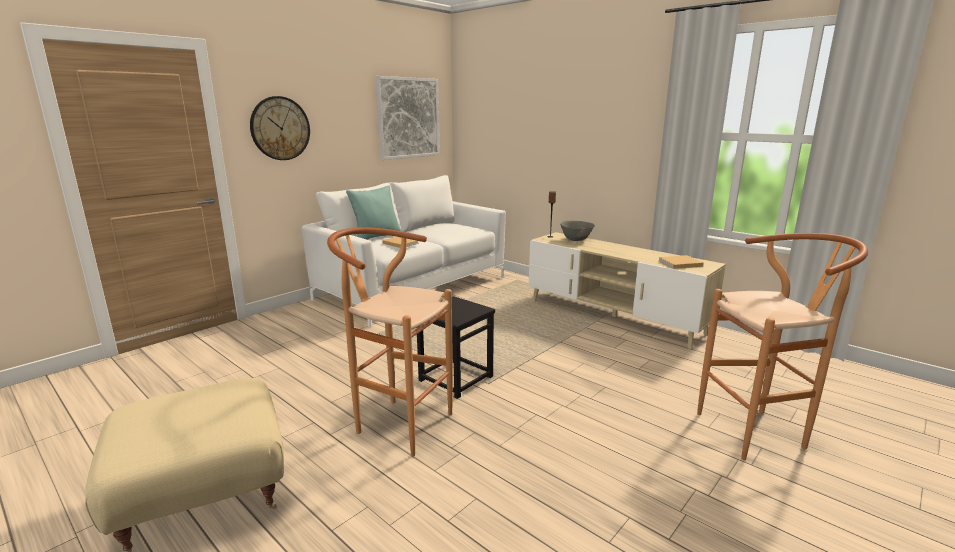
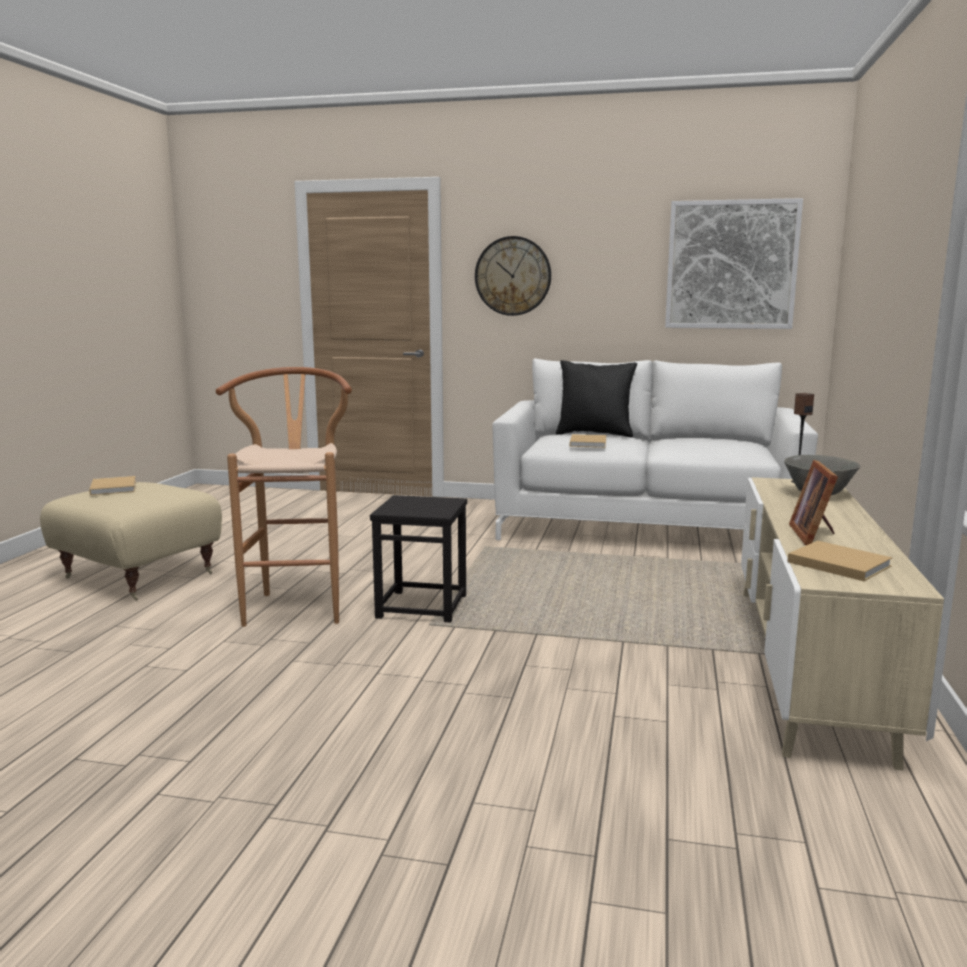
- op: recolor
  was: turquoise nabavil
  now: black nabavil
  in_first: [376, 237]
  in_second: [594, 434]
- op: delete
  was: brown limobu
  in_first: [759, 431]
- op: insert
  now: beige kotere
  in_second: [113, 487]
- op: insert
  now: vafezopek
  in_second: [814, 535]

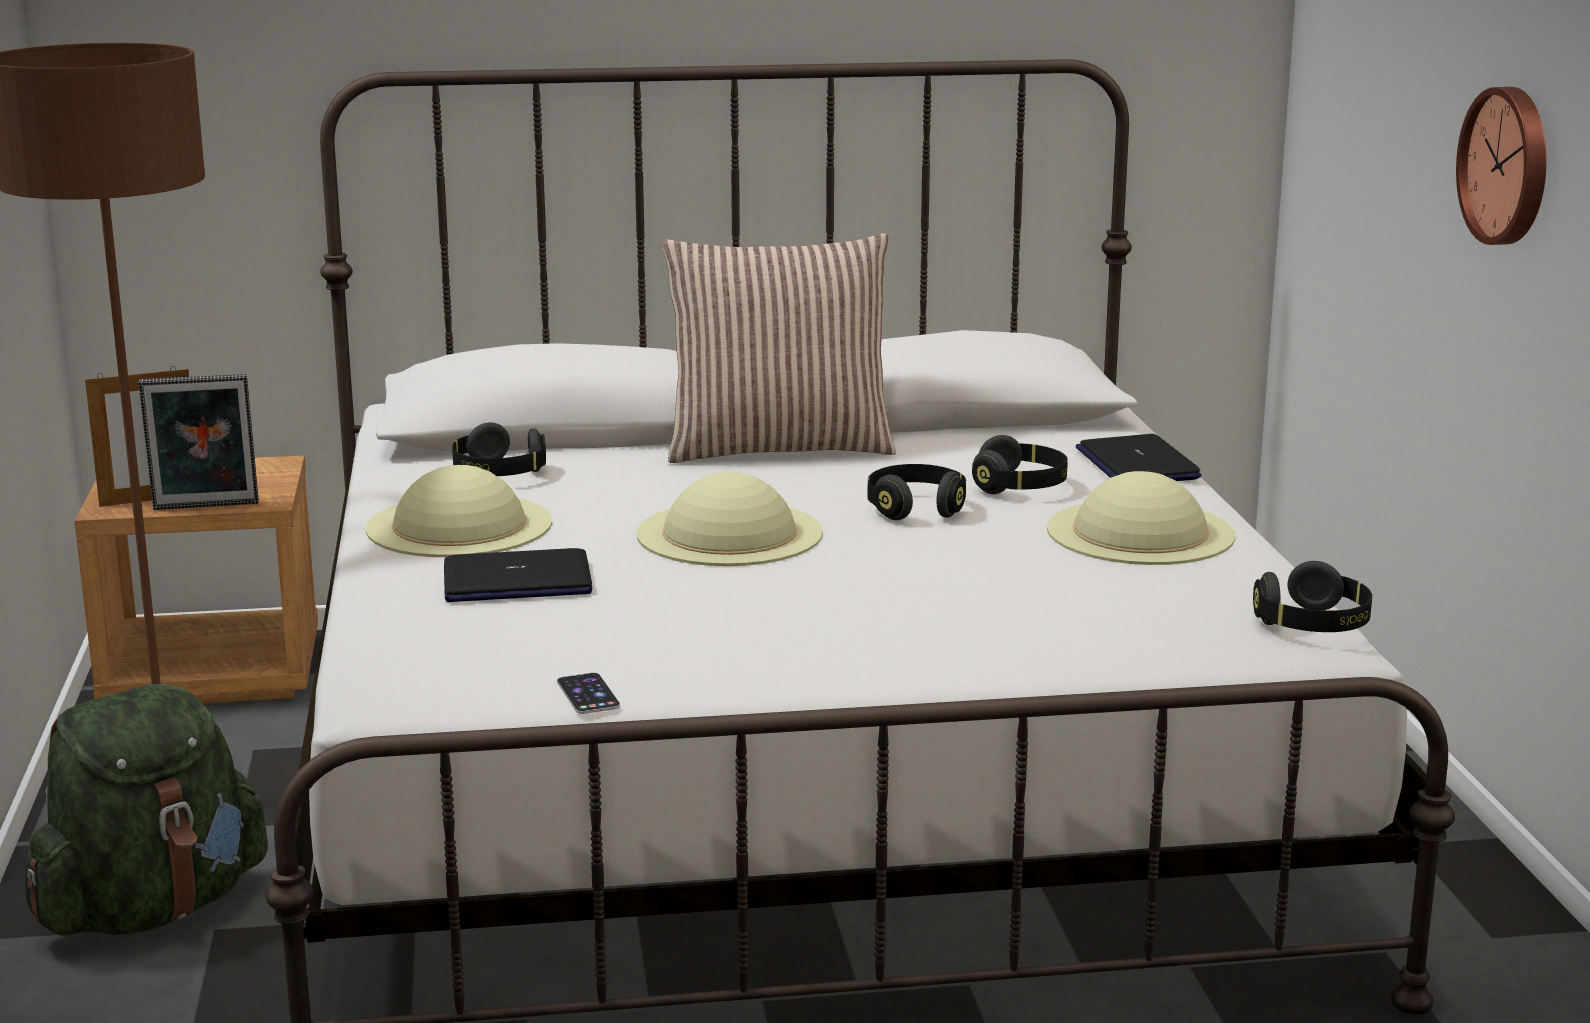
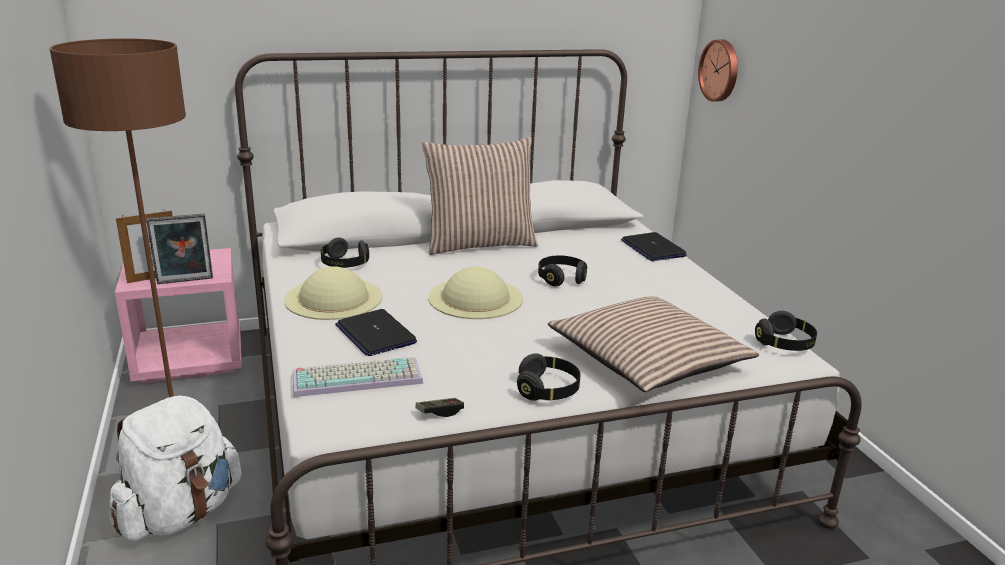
- op: recolor
  was: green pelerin
  now: white pelerin
  in_first: [153, 909]
  in_second: [181, 513]
- op: recolor
  was: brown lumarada
  now: pink lumarada
  in_first: [214, 672]
  in_second: [190, 359]
- op: rotate
  was: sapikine
  in_first: [516, 581]
  in_second: [375, 334]
  clockwise: 75
- op: replace
  was: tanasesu
  now: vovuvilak
  in_first: [588, 694]
  in_second: [439, 412]
- op: move
  was: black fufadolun
  in_first: [1020, 487]
  in_second: [548, 390]
- op: delete
  was: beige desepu
  in_first: [1140, 532]
- op: move
  was: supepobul
  in_first: [1509, 166]
  in_second: [720, 70]
- op: insert
  now: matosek
  in_second: [359, 377]
- op: insert
  now: nabavil
  in_second: [648, 359]

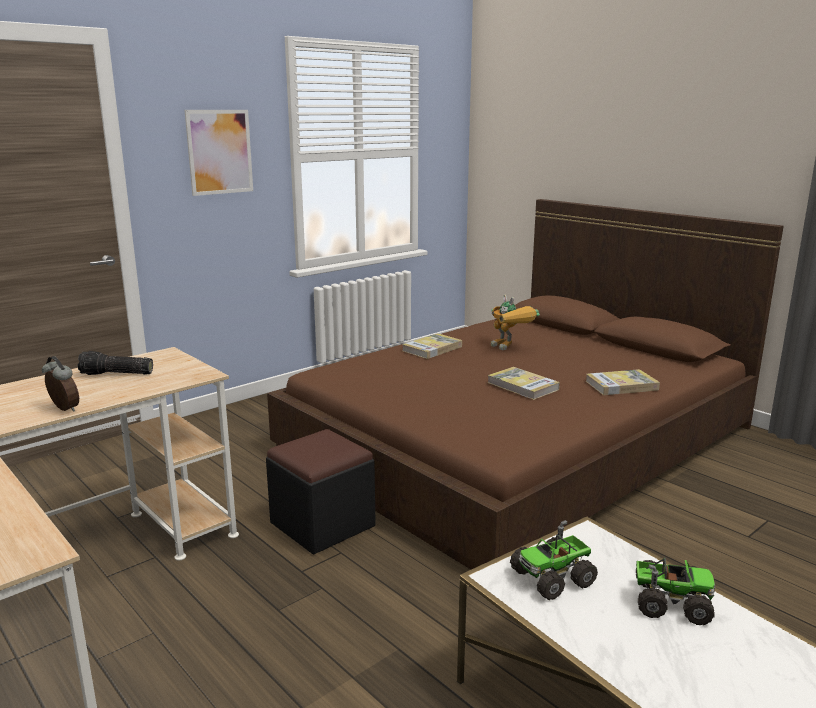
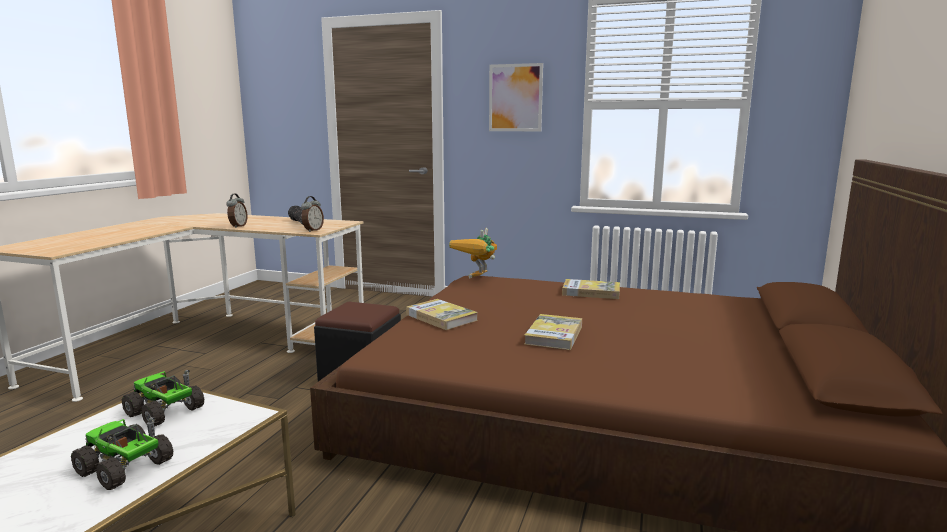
- op: move
  was: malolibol
  in_first: [510, 348]
  in_second: [478, 279]
- op: move
  was: kotere
  in_first: [621, 385]
  in_second: [441, 317]
- op: rotate
  was: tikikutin
  in_first: [669, 602]
  in_second: [125, 468]
  clockwise: 135
- op: insert
  now: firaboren
  in_second: [312, 230]

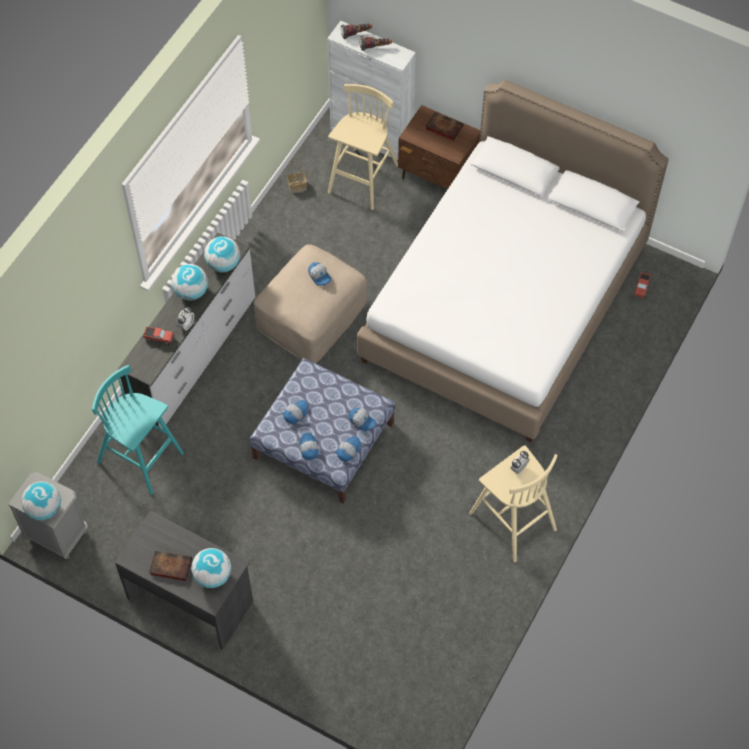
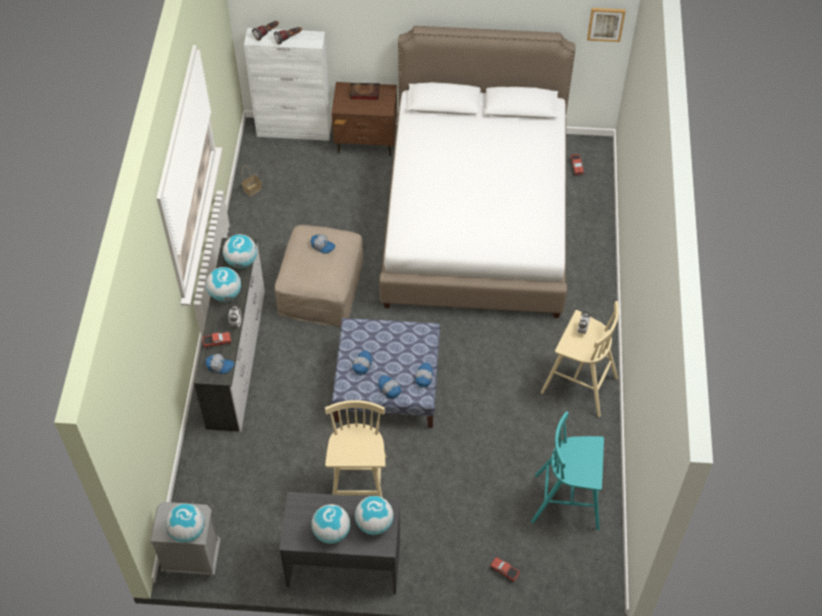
- op: move
  was: turquoise limobu
  in_first: [142, 458]
  in_second: [568, 502]
- op: replace
  was: kotere
  now: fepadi
  in_first: [169, 567]
  in_second: [331, 532]
- op: move
  was: beige limobu
  in_first: [362, 180]
  in_second: [359, 486]
- op: move
  was: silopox
  in_first: [362, 421]
  in_second: [220, 366]
- op: insert
  now: tikikutin
  in_second: [504, 571]
- op: insert
  now: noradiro
  in_second: [606, 24]

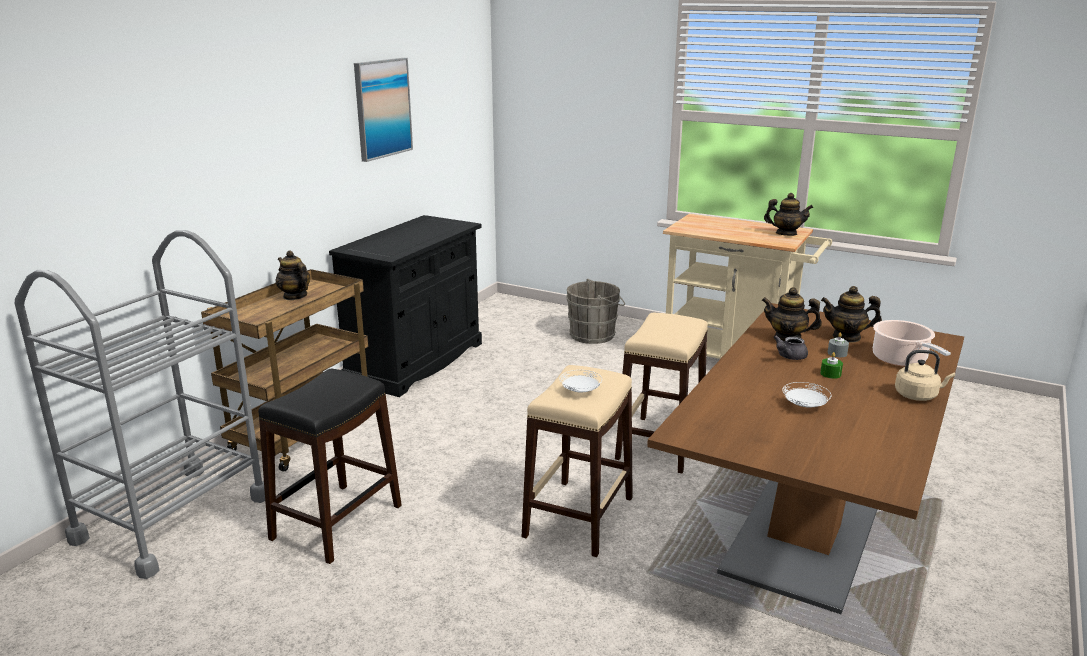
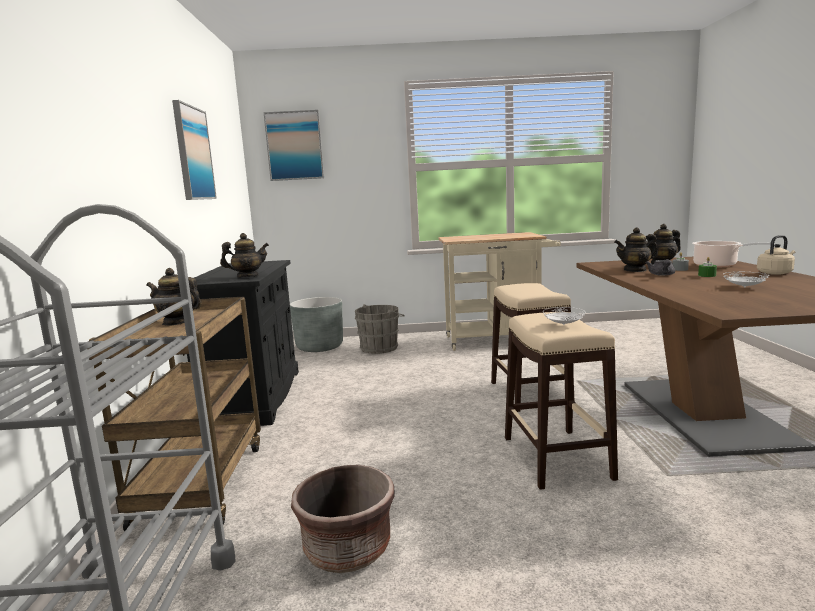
- op: replace
  was: black limobu
  now: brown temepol
  in_first: [336, 522]
  in_second: [347, 550]
- op: move
  was: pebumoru
  in_first: [786, 234]
  in_second: [247, 276]
- op: insert
  now: noradiro
  in_second: [294, 146]
- op: insert
  now: grey temepol
  in_second: [319, 347]

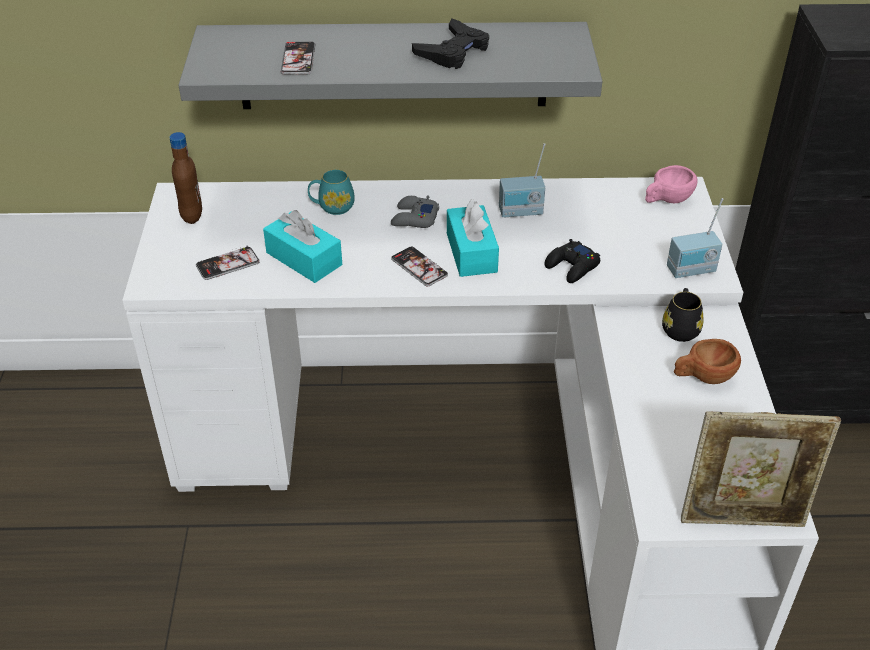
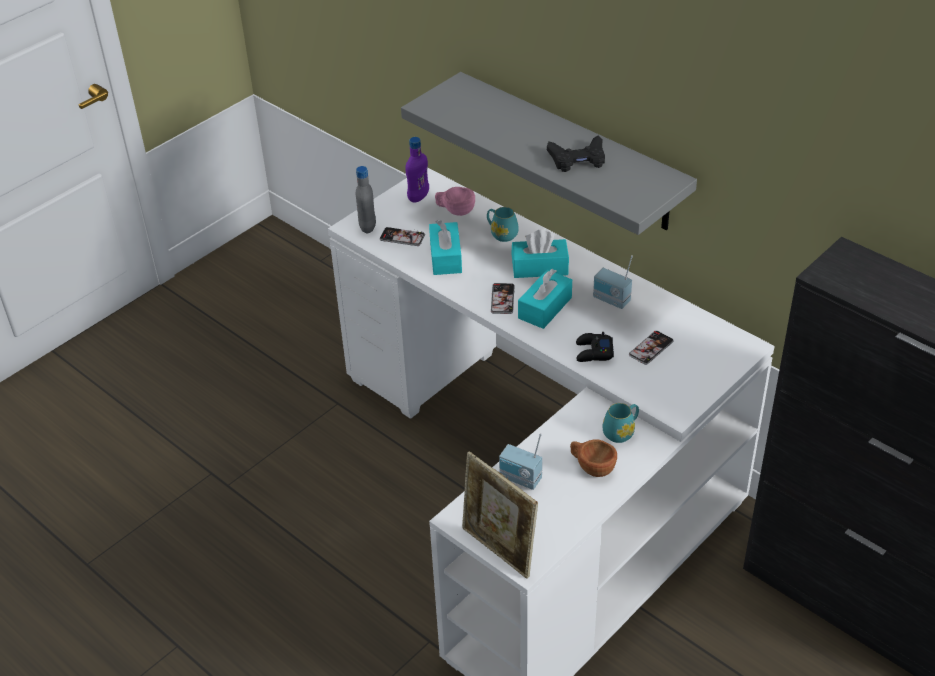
- op: recolor
  was: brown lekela
  now: purple lekela
  in_first: [192, 216]
  in_second: [418, 197]
- op: move
  was: tanasesu
  in_first: [298, 59]
  in_second: [651, 348]
- op: replace
  was: grey vovuvilak
  now: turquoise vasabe
  in_first: [414, 218]
  in_second: [540, 267]
- op: move
  was: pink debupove
  in_first: [666, 200]
  in_second: [455, 211]
- op: recolor
  was: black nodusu
  now: turquoise nodusu
  in_first: [680, 327]
  in_second: [621, 432]
- op: move
  was: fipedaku
  in_first: [692, 271]
  in_second: [520, 479]
- op: insert
  now: grey lekela
  in_second: [367, 227]

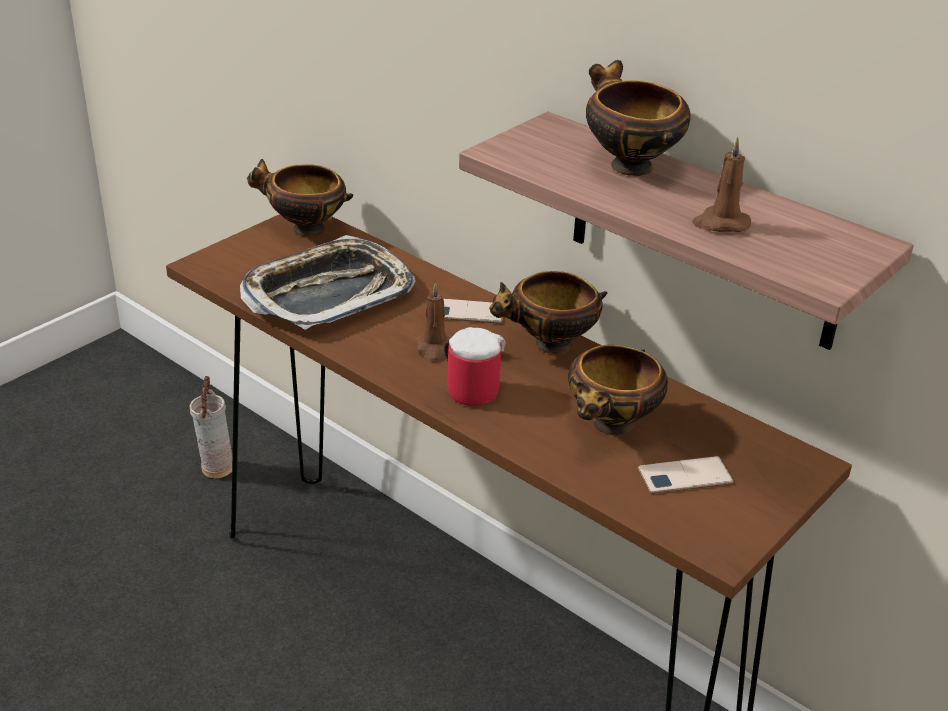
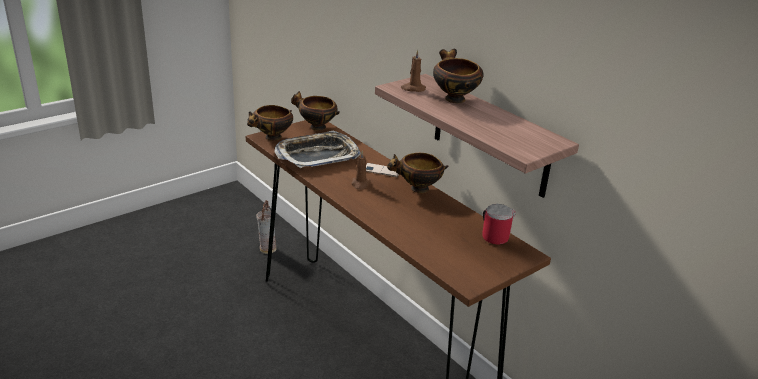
- op: move
  was: nodusu
  in_first: [469, 388]
  in_second: [493, 235]
- op: move
  was: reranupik
  in_first: [611, 426]
  in_second: [272, 138]
- op: delete
  was: tanasesu
  in_first: [685, 476]
- op: move
  was: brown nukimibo
  in_first: [720, 223]
  in_second: [413, 89]

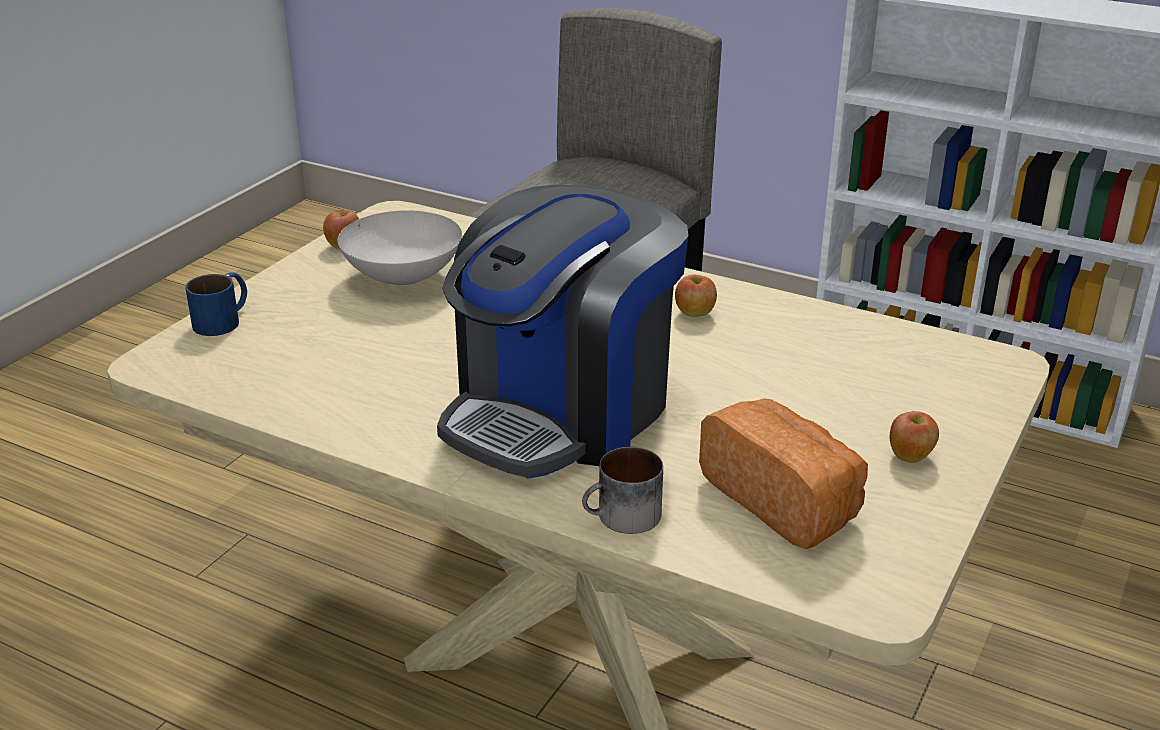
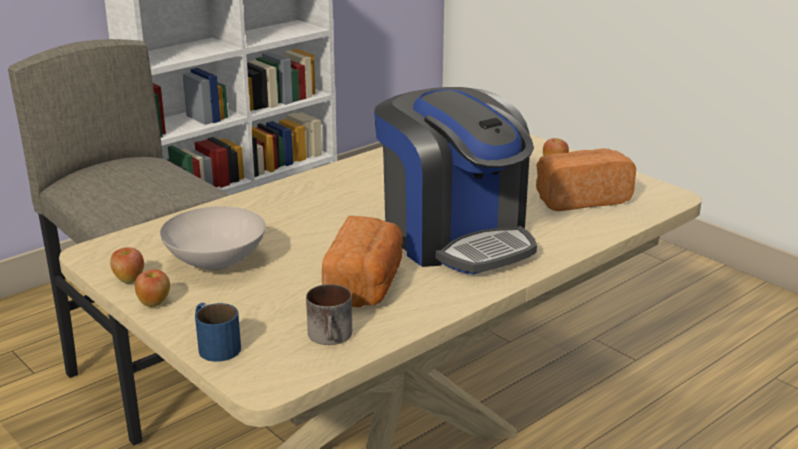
- op: move
  was: nodusu
  in_first: [623, 519]
  in_second: [332, 336]
- op: move
  was: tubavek
  in_first: [695, 314]
  in_second: [154, 303]
- op: insert
  now: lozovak
  in_second: [365, 286]

